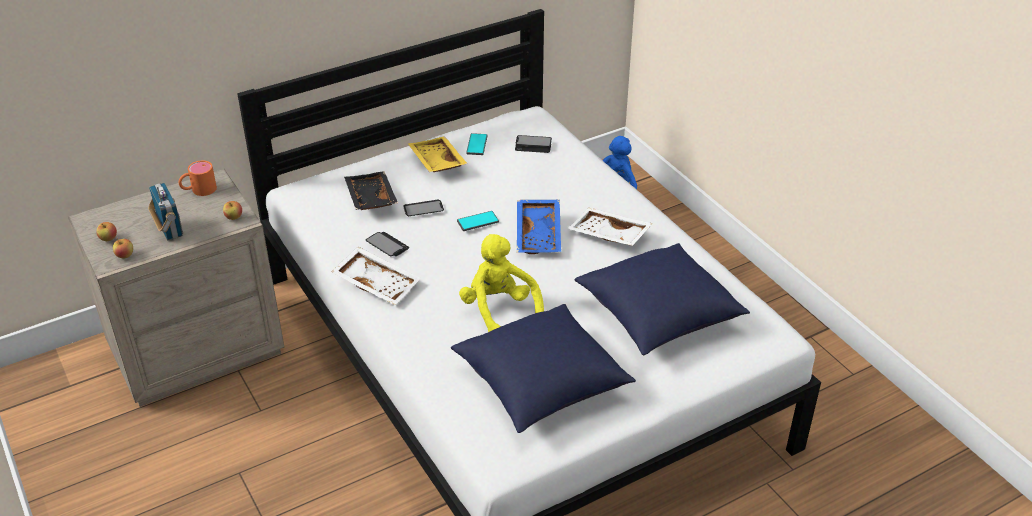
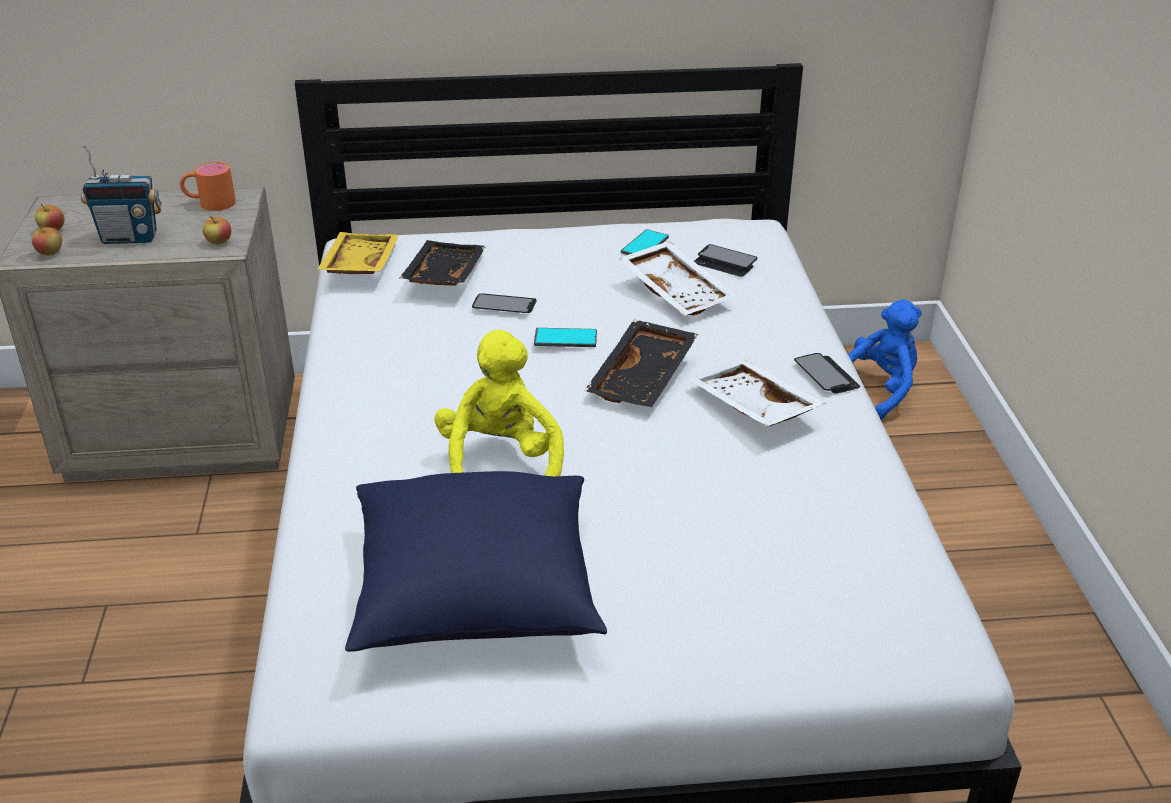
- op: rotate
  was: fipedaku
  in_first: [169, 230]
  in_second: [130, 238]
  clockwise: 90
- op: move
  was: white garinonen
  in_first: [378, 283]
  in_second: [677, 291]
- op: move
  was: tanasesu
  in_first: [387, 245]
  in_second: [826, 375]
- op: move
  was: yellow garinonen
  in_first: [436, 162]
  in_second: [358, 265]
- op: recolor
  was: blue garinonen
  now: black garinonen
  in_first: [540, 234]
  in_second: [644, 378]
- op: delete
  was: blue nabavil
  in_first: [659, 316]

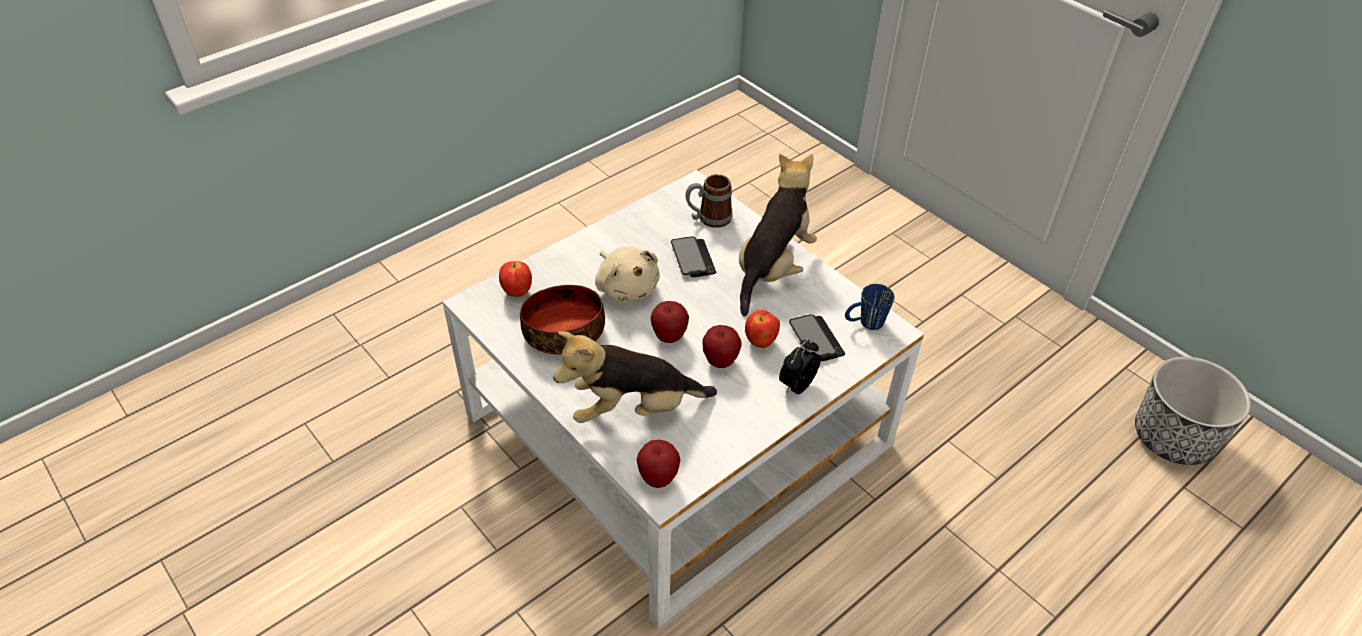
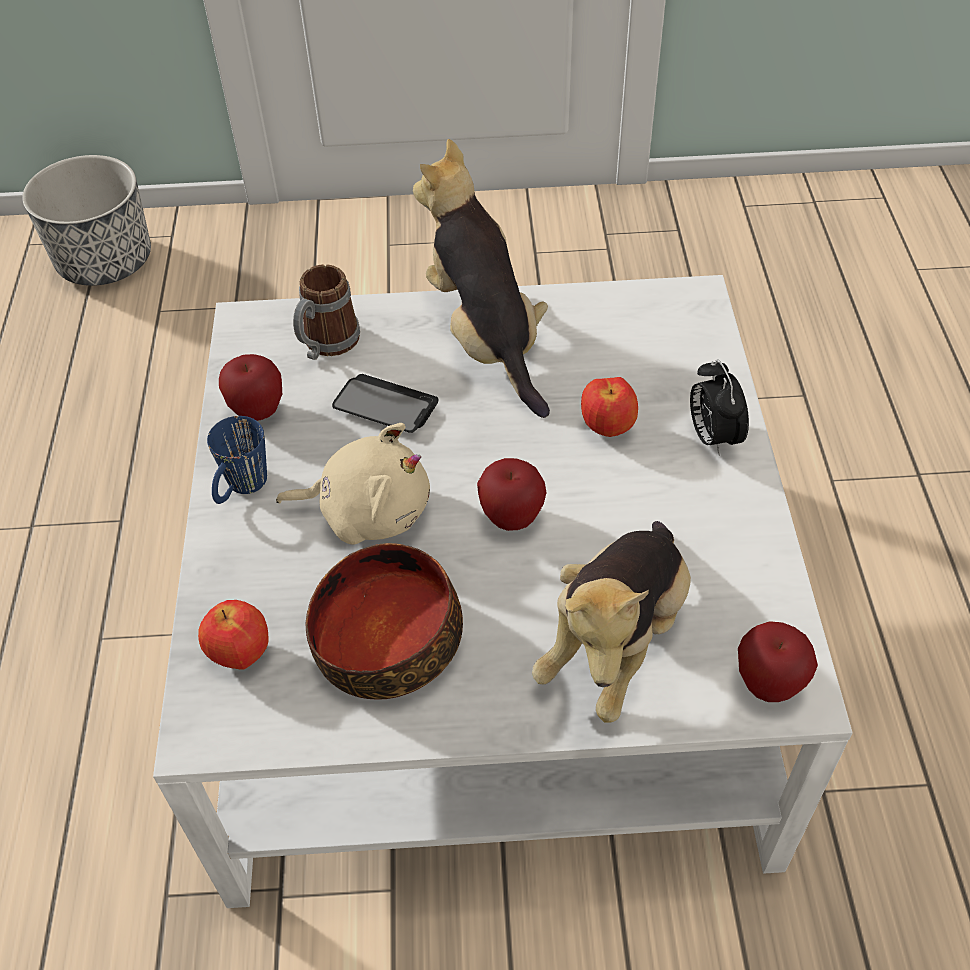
- op: move
  was: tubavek
  in_first: [720, 361]
  in_second: [257, 411]
- op: delete
  was: tanasesu
  in_first: [816, 339]
- op: move
  was: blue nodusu
  in_first: [864, 323]
  in_second: [241, 489]
- op: move
  was: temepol
  in_first: [1173, 437]
  in_second: [105, 261]

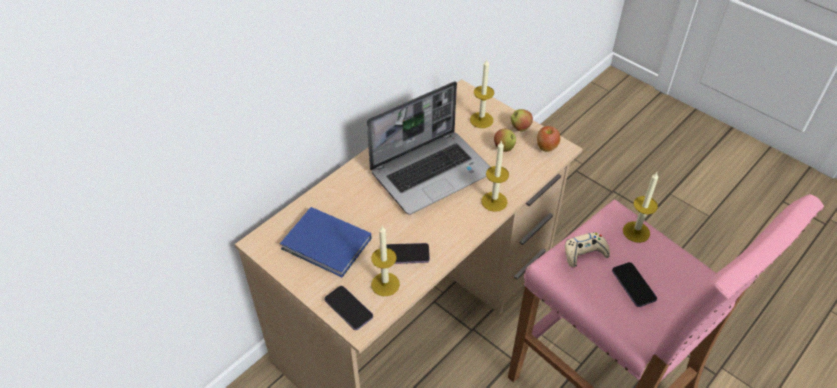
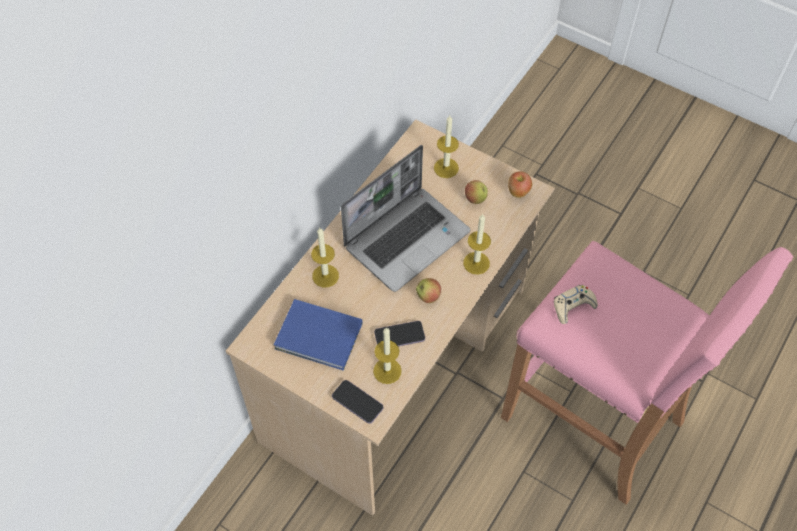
- op: move
  was: tubavek
  in_first: [520, 128]
  in_second: [428, 296]
- op: delete
  was: tanasesu
  in_first: [633, 285]
- op: move
  was: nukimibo
  in_first: [636, 232]
  in_second: [325, 276]

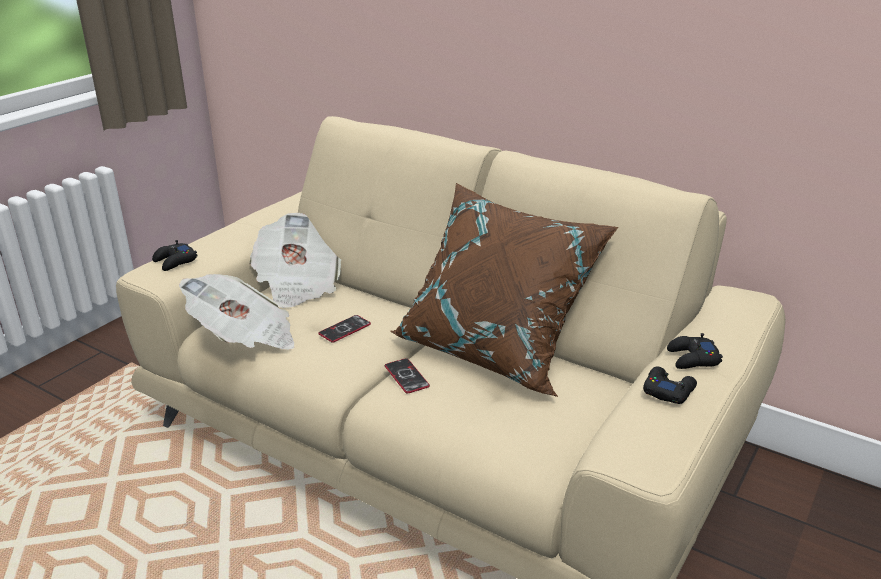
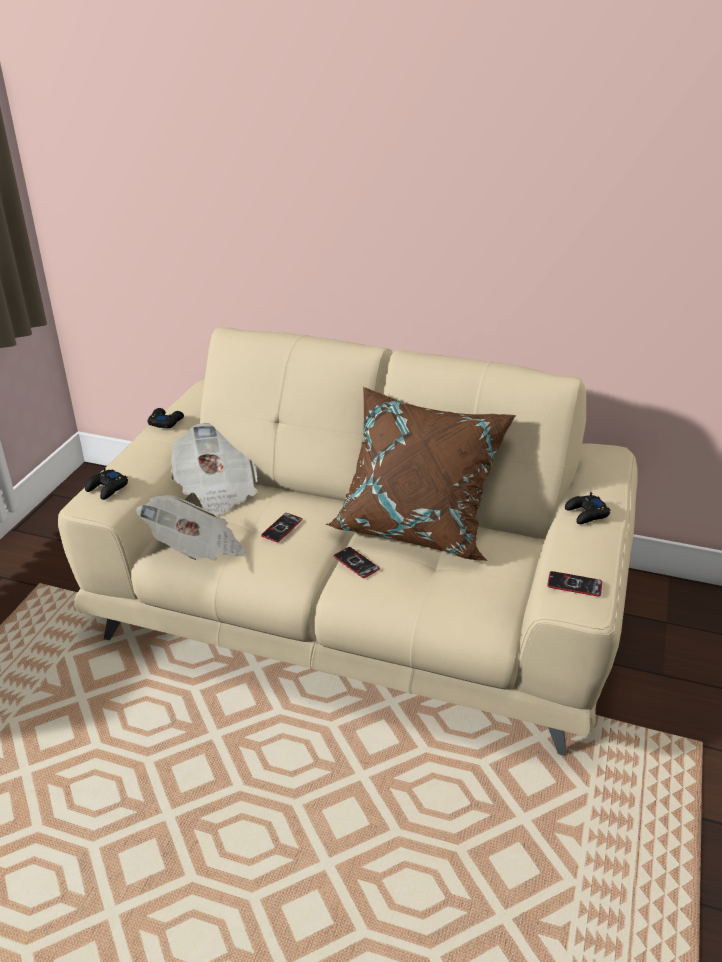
- op: move
  was: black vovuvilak
  in_first: [668, 390]
  in_second: [165, 422]
- op: insert
  now: tanasesu
  in_second: [574, 584]

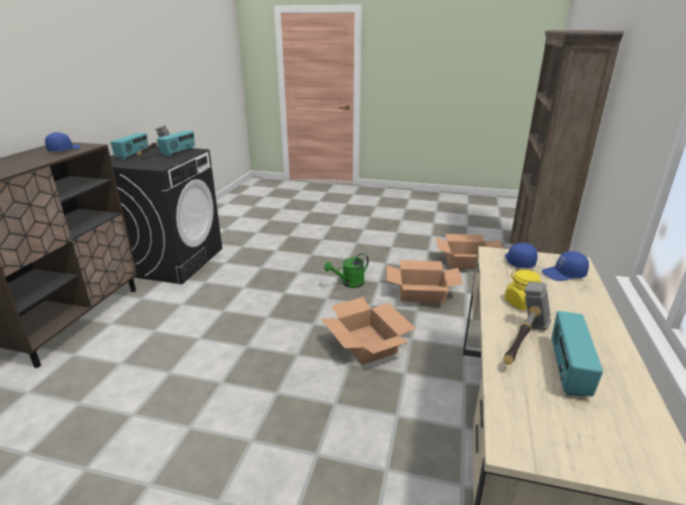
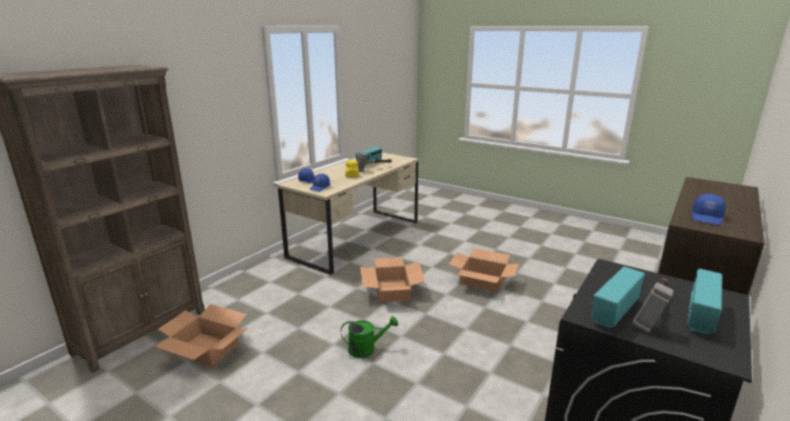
- op: move
  was: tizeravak
  in_first: [421, 293]
  in_second: [482, 281]

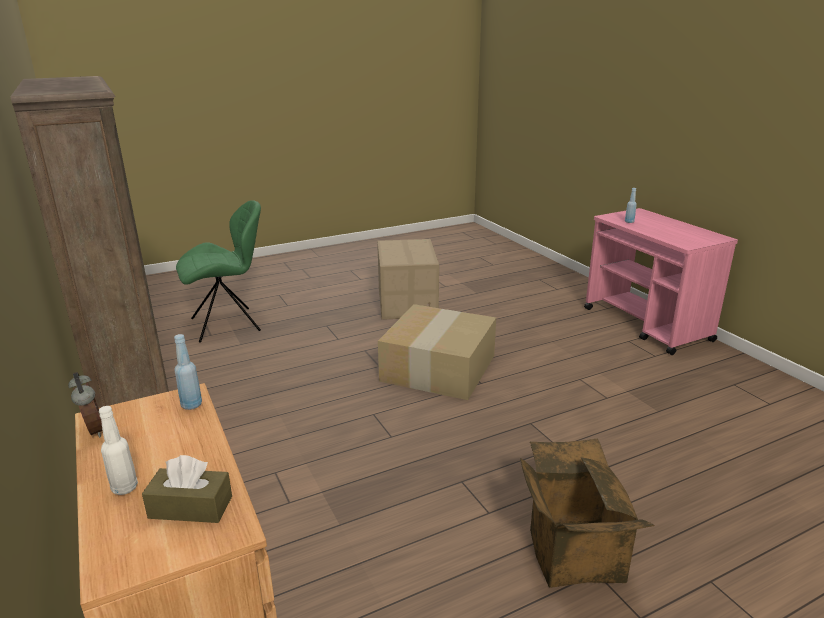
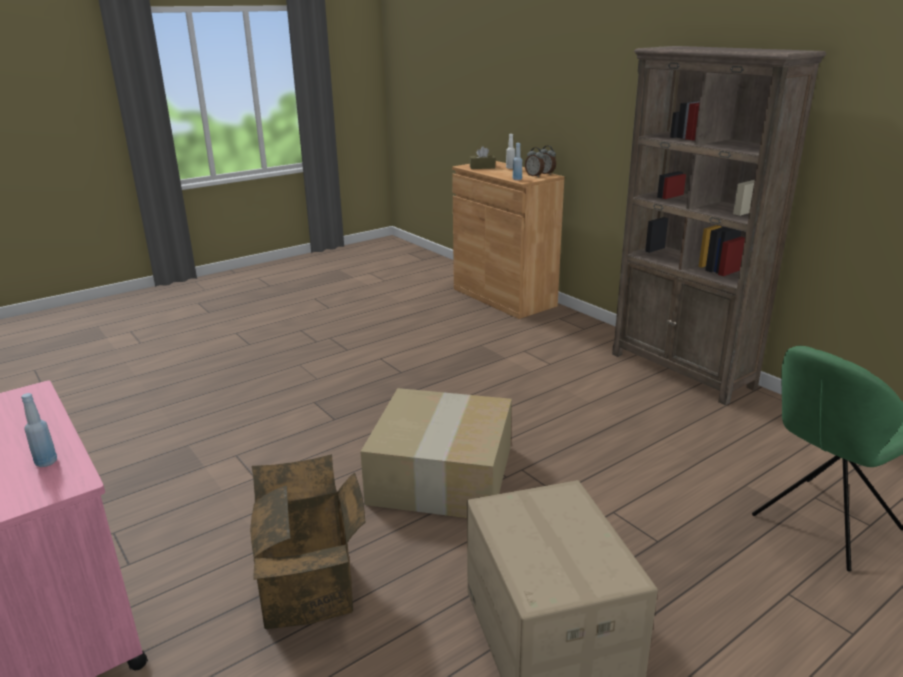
- op: move
  was: tizeravak
  in_first: [570, 553]
  in_second: [312, 591]
- op: insert
  now: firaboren
  in_second: [534, 176]

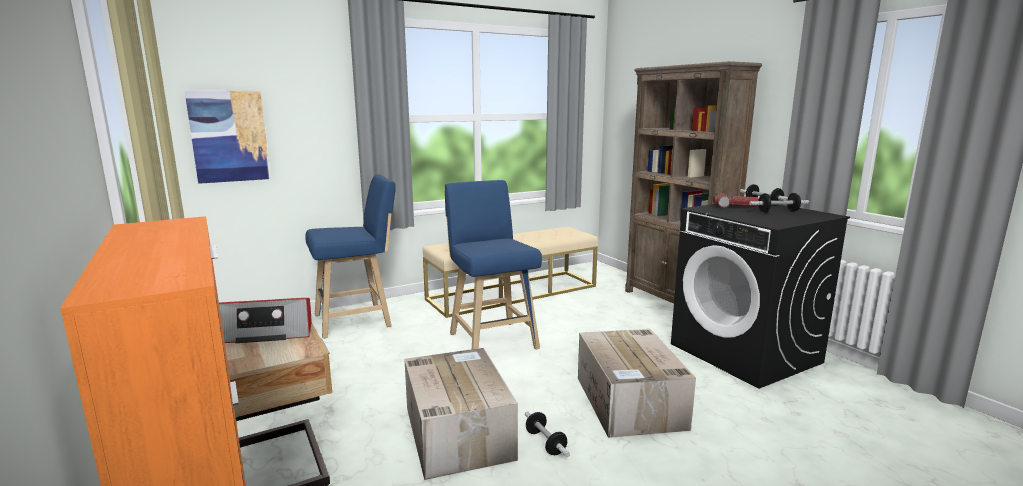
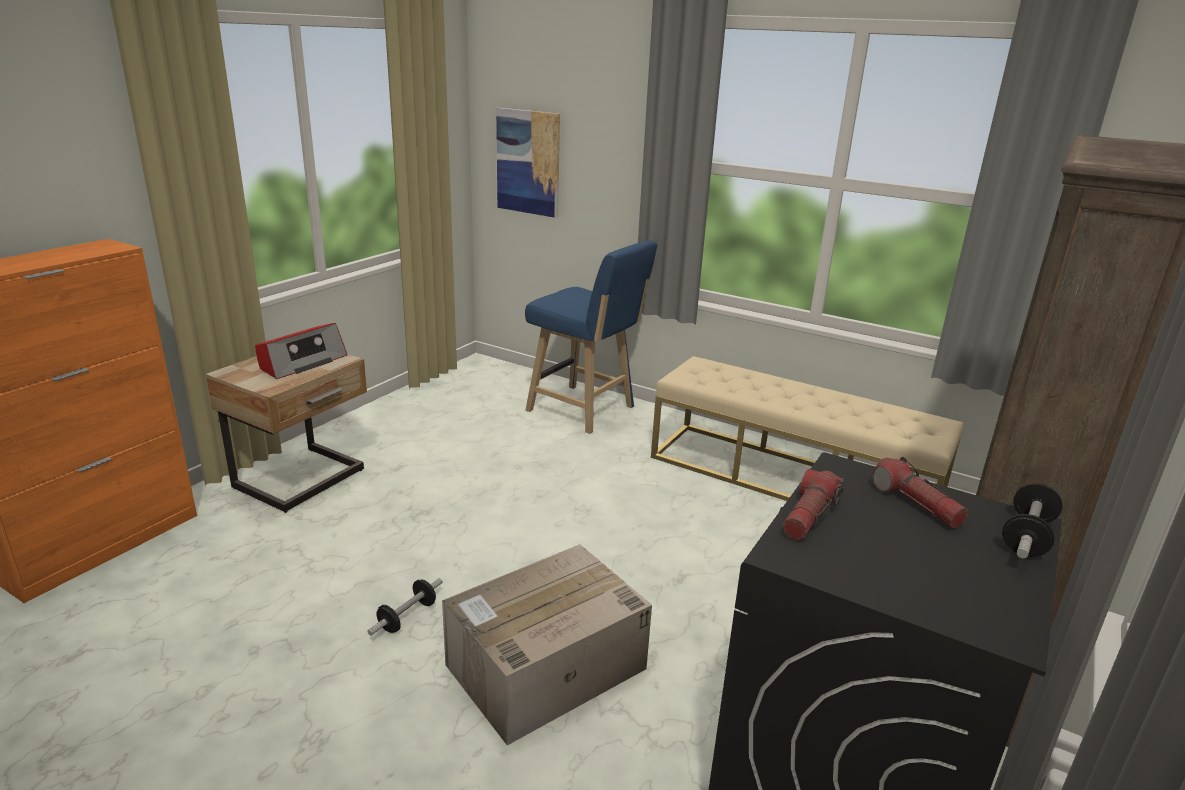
- op: rotate
  was: fipedaku
  in_first: [266, 332]
  in_second: [302, 362]
  clockwise: -105
- op: delete
  was: tizeravak
  in_first: [457, 431]
- op: delete
  was: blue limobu
  in_first: [491, 339]
- op: delete
  was: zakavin
  in_first: [778, 211]
- op: insert
  now: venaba
  in_second: [809, 516]

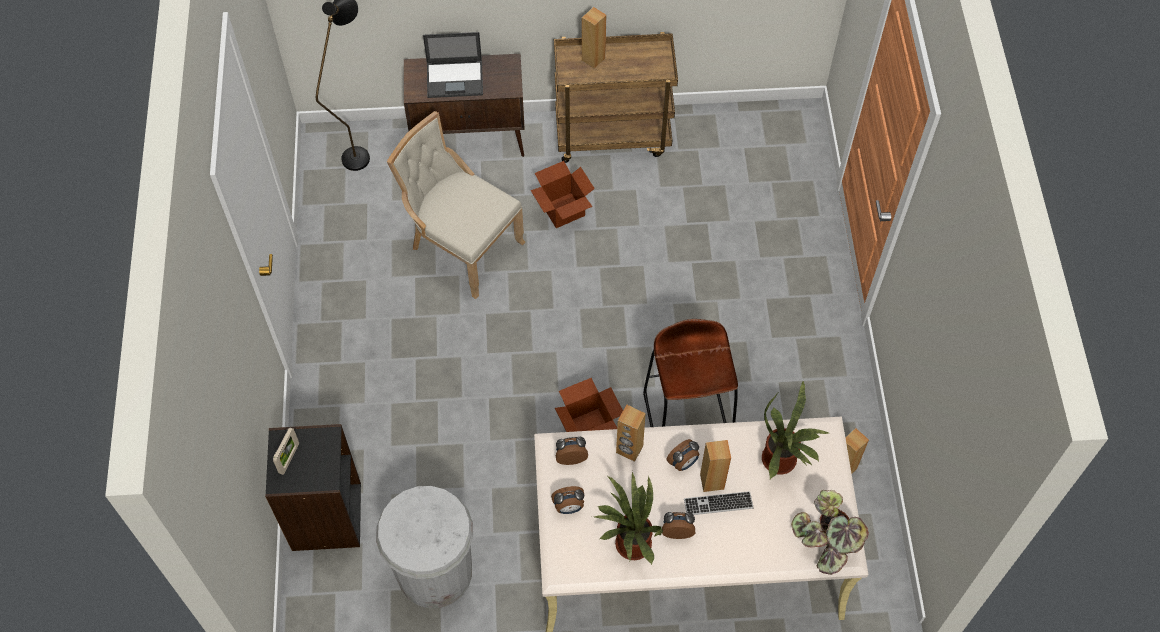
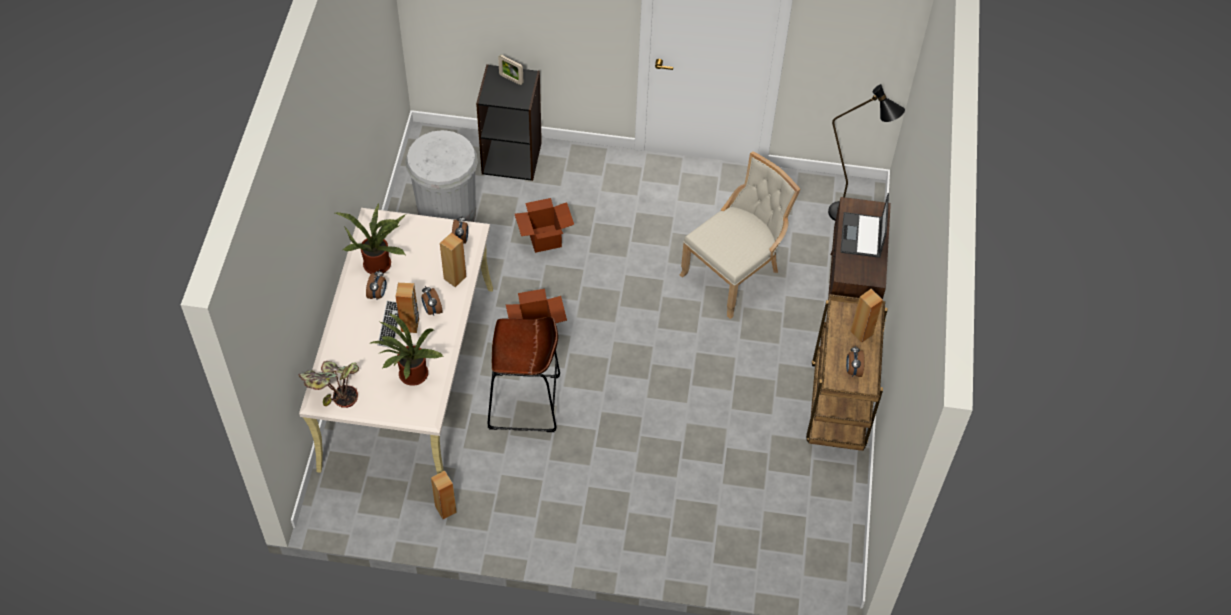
- op: move
  was: tizeravak
  in_first: [563, 210]
  in_second: [545, 239]
- op: move
  was: firaboren
  in_first: [569, 507]
  in_second: [852, 370]

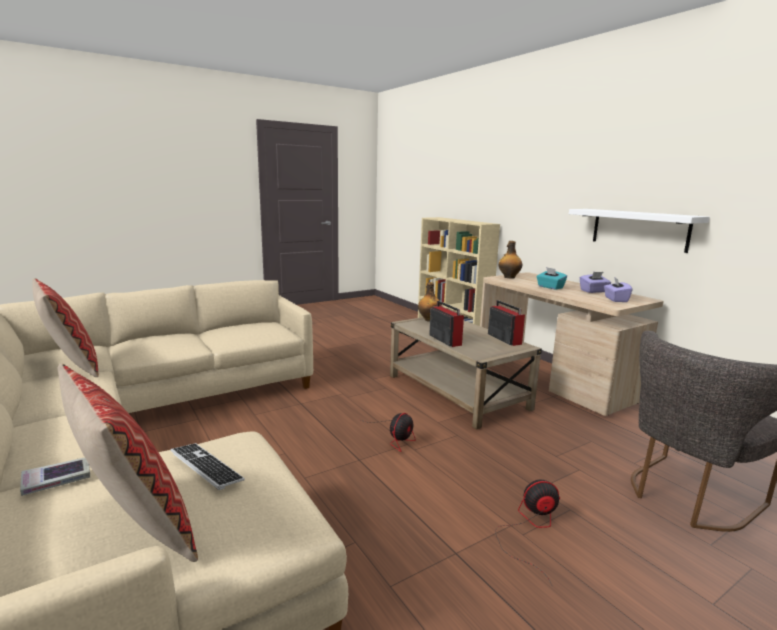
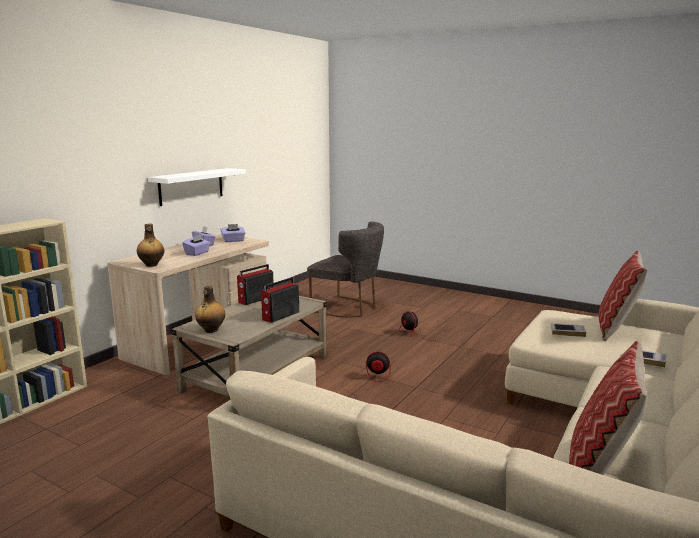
- op: replace
  was: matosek
  now: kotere
  in_first: [206, 467]
  in_second: [567, 332]
- op: recolor
  was: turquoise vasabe
  now: purple vasabe
  in_first: [550, 287]
  in_second: [197, 253]

